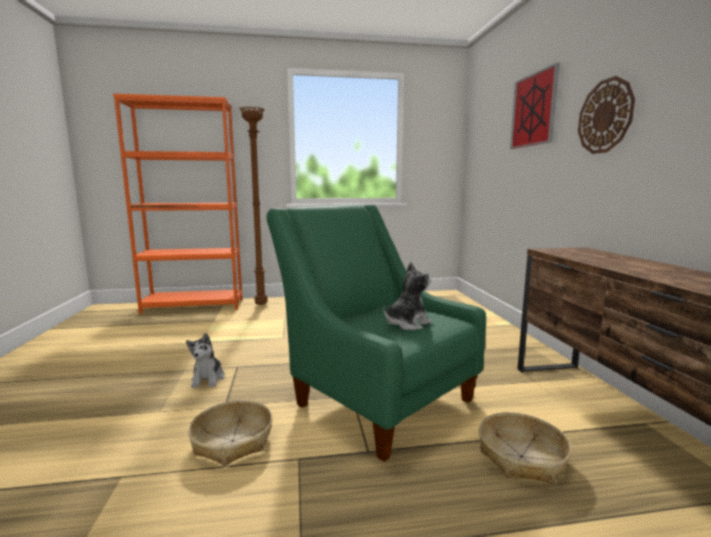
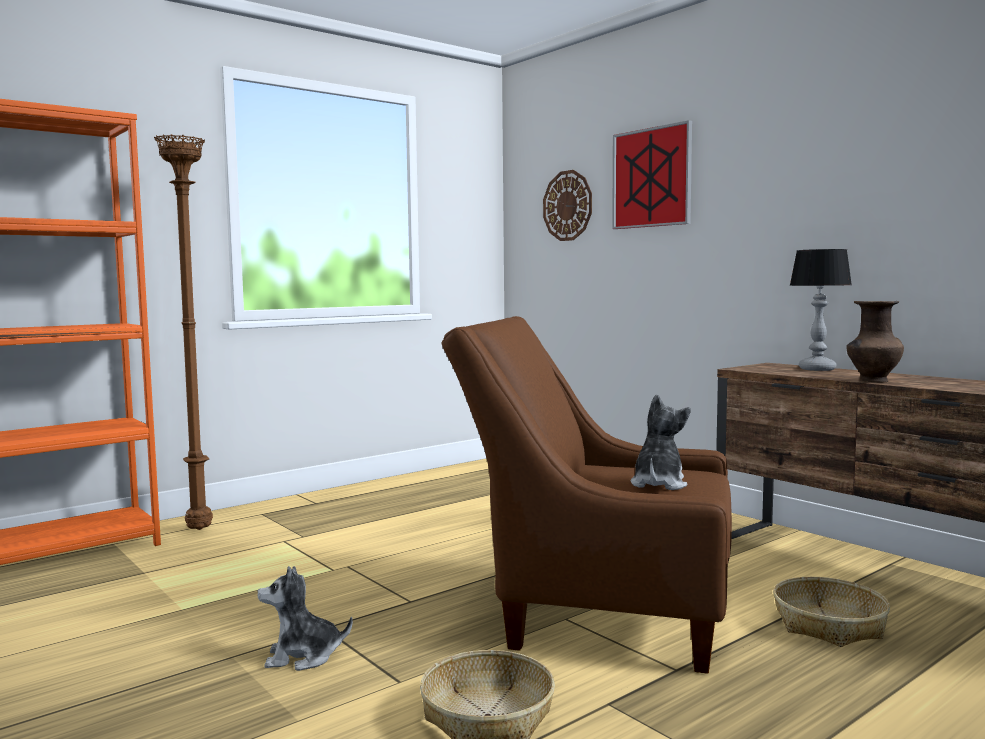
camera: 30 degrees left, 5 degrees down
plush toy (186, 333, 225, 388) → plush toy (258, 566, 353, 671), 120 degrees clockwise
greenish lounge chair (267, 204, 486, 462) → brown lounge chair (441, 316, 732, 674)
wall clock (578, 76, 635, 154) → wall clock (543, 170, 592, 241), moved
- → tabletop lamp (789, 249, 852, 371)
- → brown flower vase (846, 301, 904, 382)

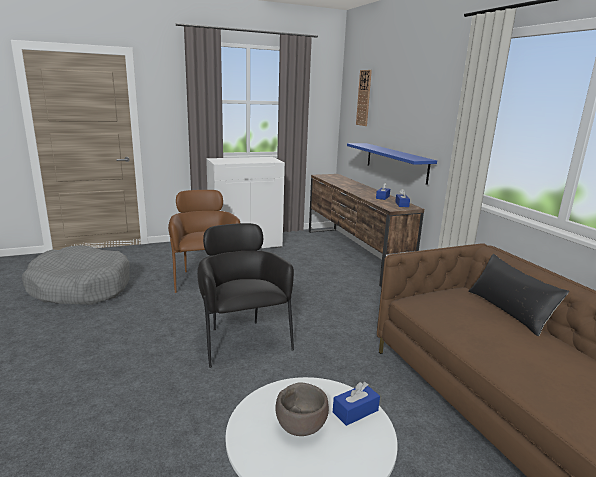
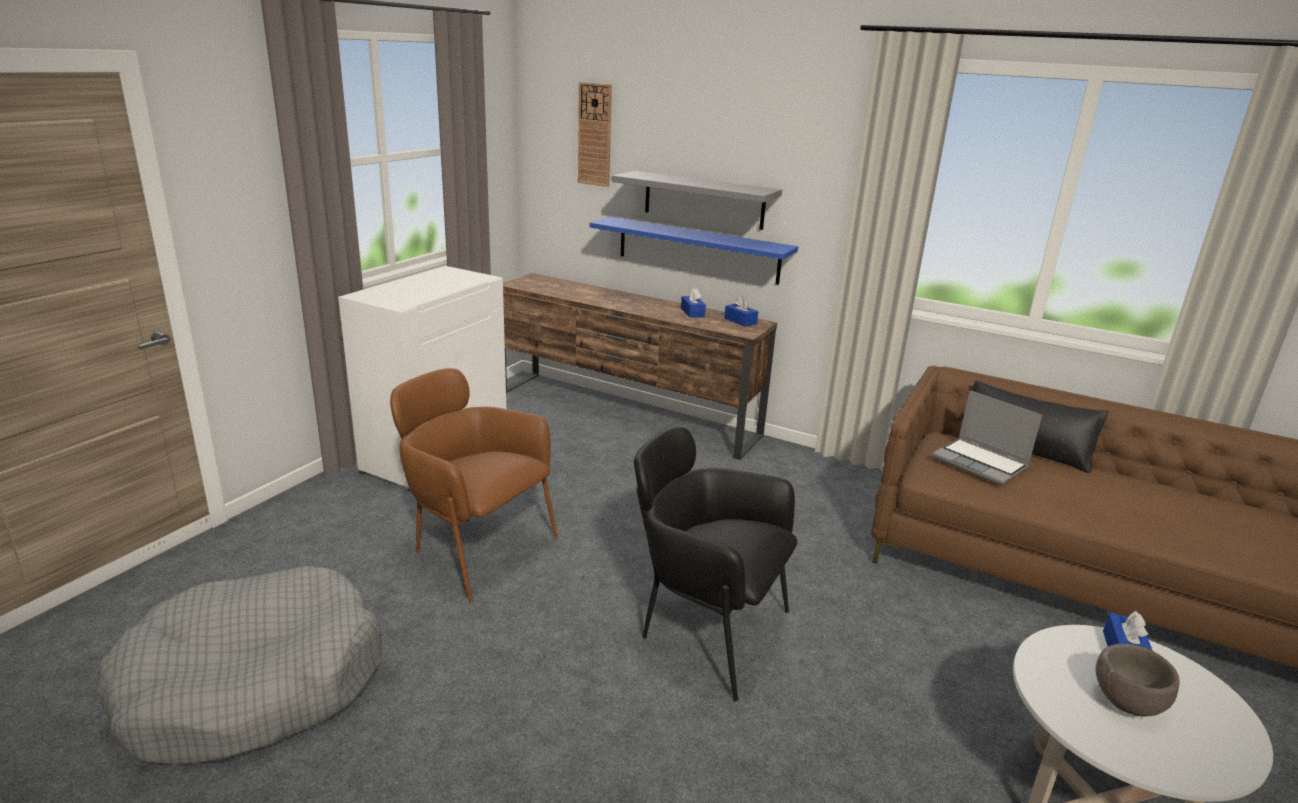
camera: 40 degrees left, 5 degrees up
- → gray bracket shelf (612, 171, 782, 230)
- → laptop (932, 390, 1042, 485)

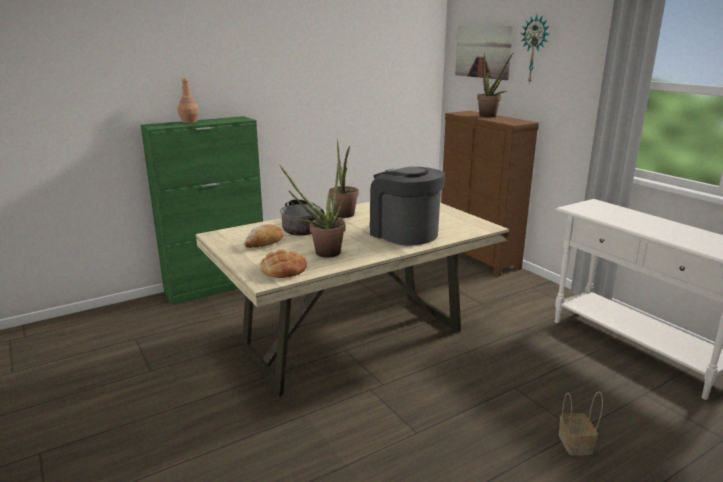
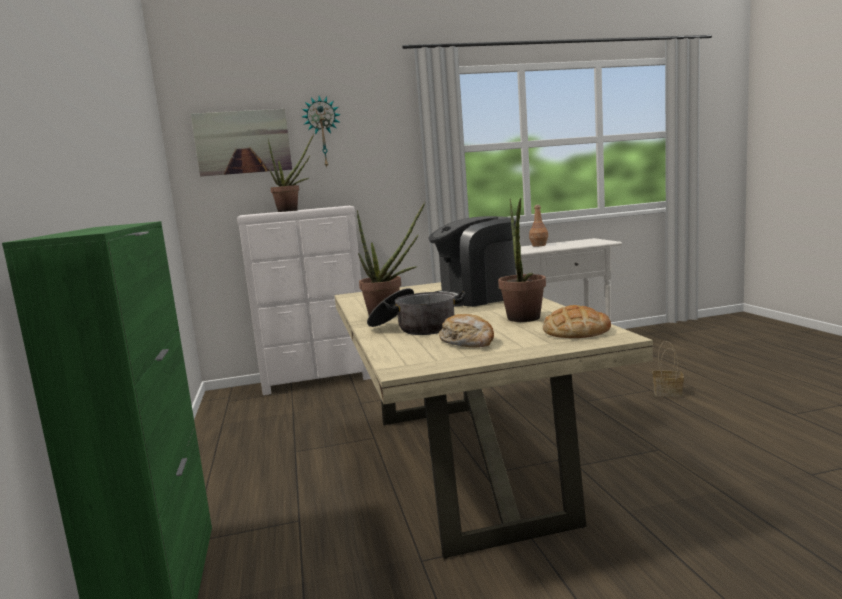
camera: 70 degrees left, 10 degrees down
brown drink bottle (178, 78, 199, 123) → brown drink bottle (529, 205, 548, 247), moved
brown dresser (441, 111, 539, 277) → whitish dresser (237, 206, 371, 395)

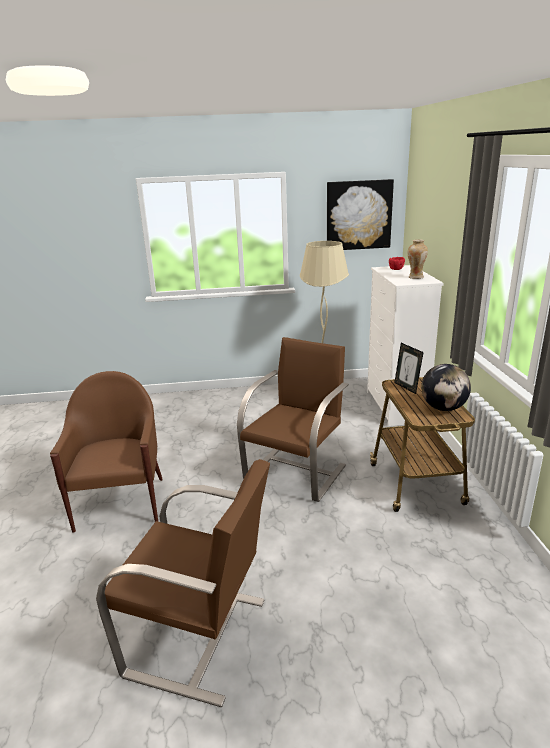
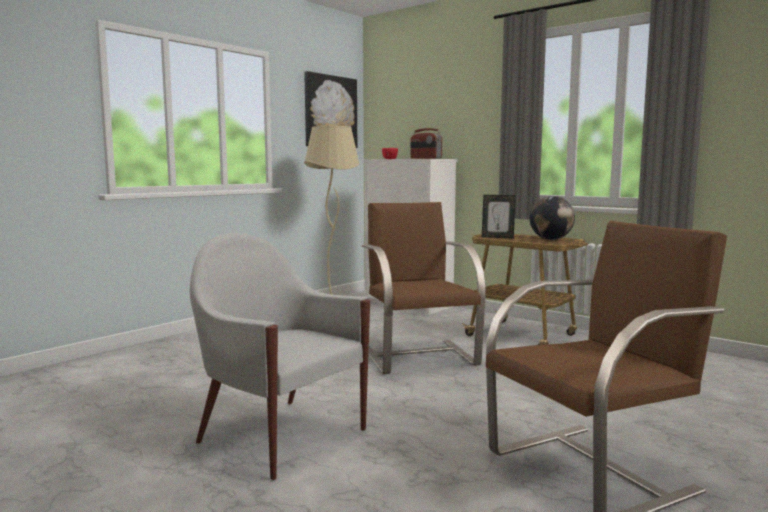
camera: 45 degrees left, 15 degrees down
brown lounge chair (50, 371, 163, 533) → whitish lounge chair (190, 233, 370, 480)
flower vase (408, 239, 428, 279) → radio receiver (410, 128, 442, 159)

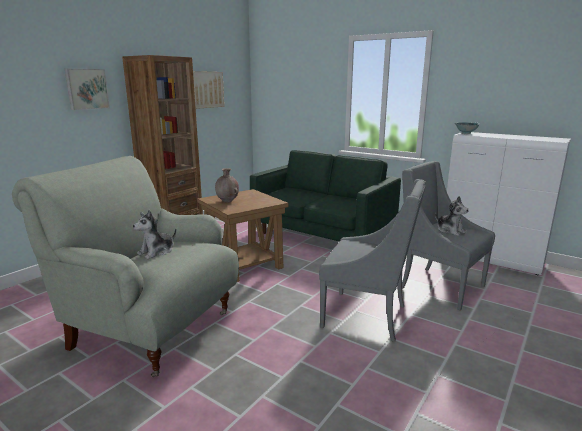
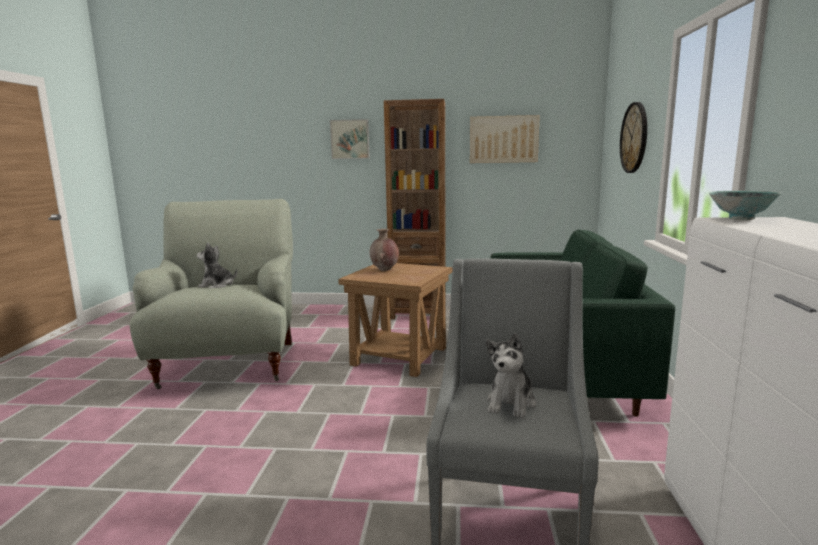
camera: 60 degrees right, 5 degrees down
gray lounge chair (319, 179, 426, 342) → -
- → wall clock (620, 102, 647, 173)

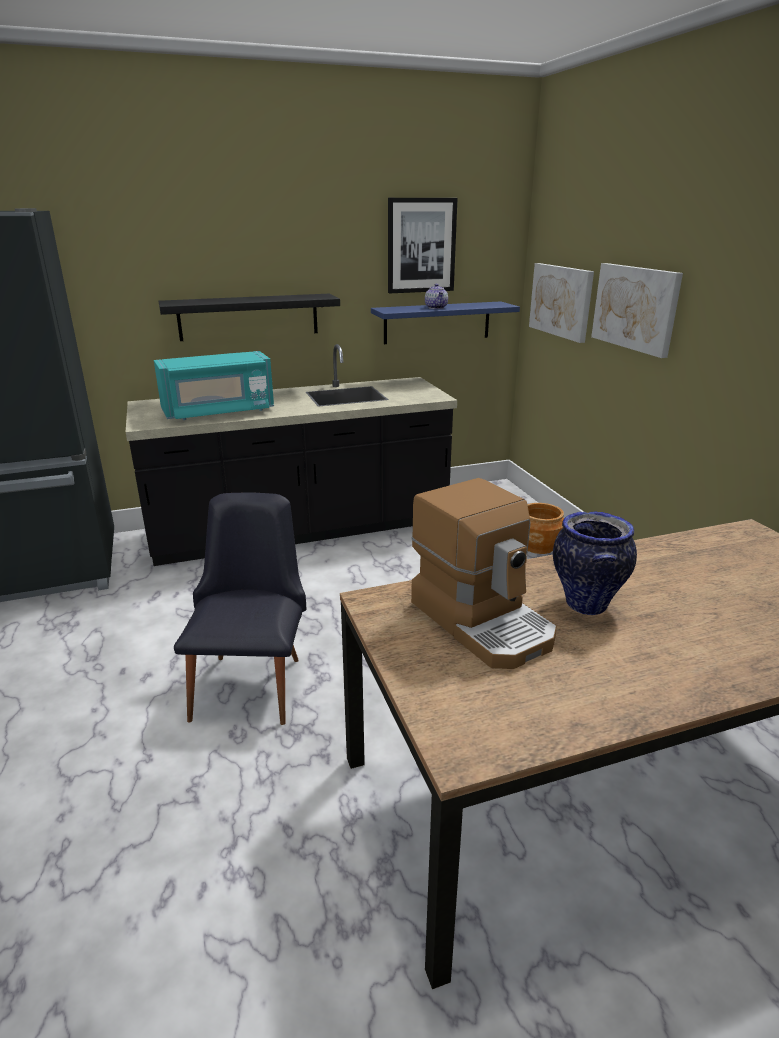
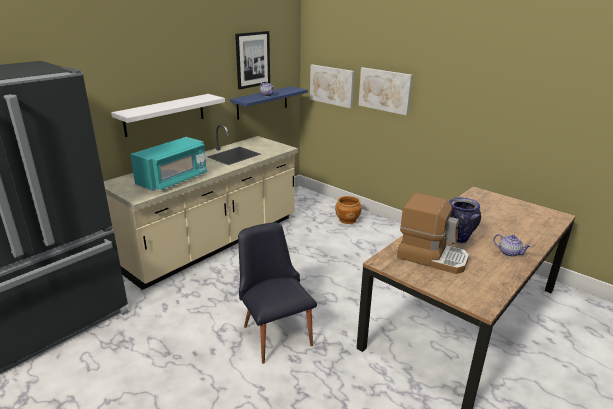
camera: 30 degrees left, 0 degrees up
black-coloured kitchen counter (126, 344, 457, 566) → beige kitchen counter (104, 125, 298, 290)
black-coloured bracket shelf (159, 294, 340, 341) → whitish bracket shelf (111, 94, 225, 137)
- → pot for tea (493, 234, 531, 257)

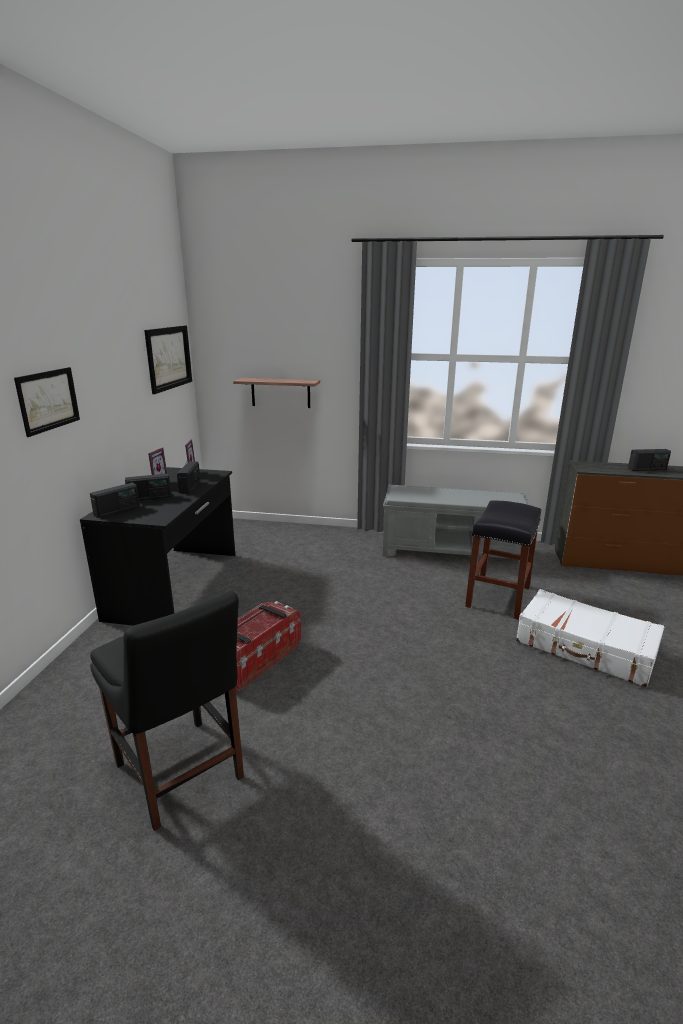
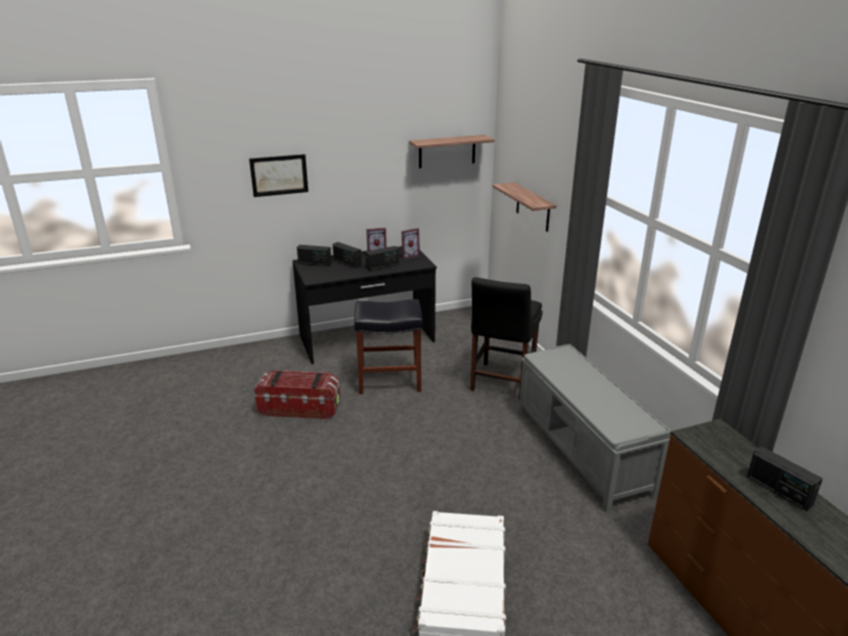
camera: 60 degrees right, 5 degrees up
black-coloured upright chair (90, 591, 244, 831) → black-coloured upright chair (470, 277, 542, 400), moved
wall art (144, 325, 192, 394) → bracket shelf (409, 135, 495, 168)
black-coloured stool (465, 501, 541, 620) → black-coloured stool (354, 299, 422, 394), moved

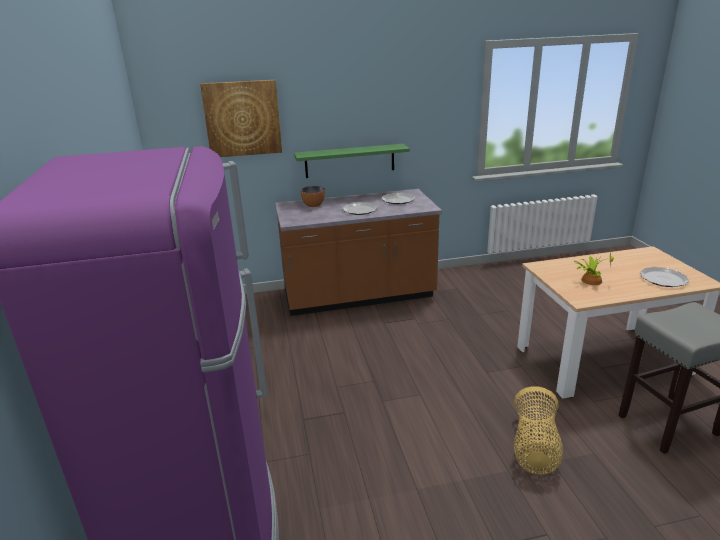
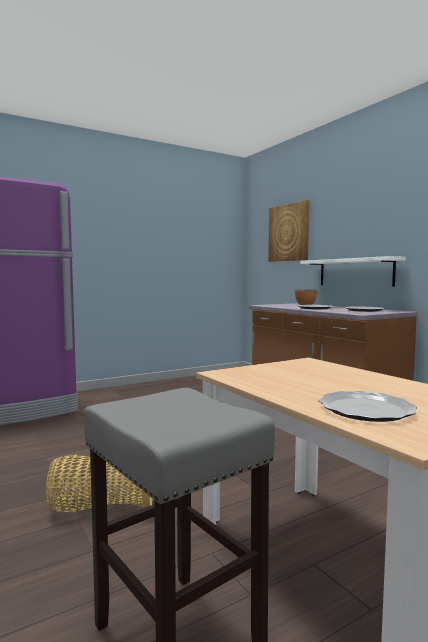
camera: 70 degrees right, 20 degrees down
greenish bracket shelf (294, 144, 410, 178) → whitish bracket shelf (300, 256, 406, 286)
potted plant (574, 250, 614, 285) → -

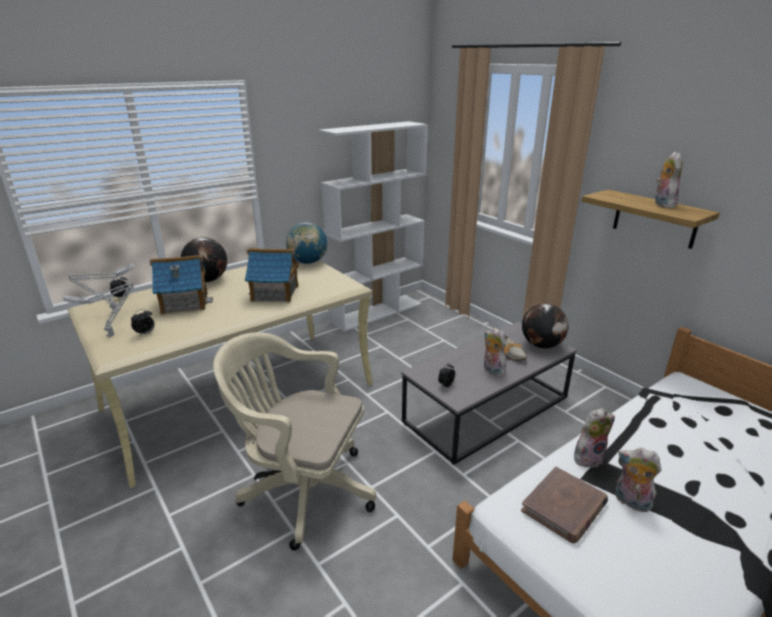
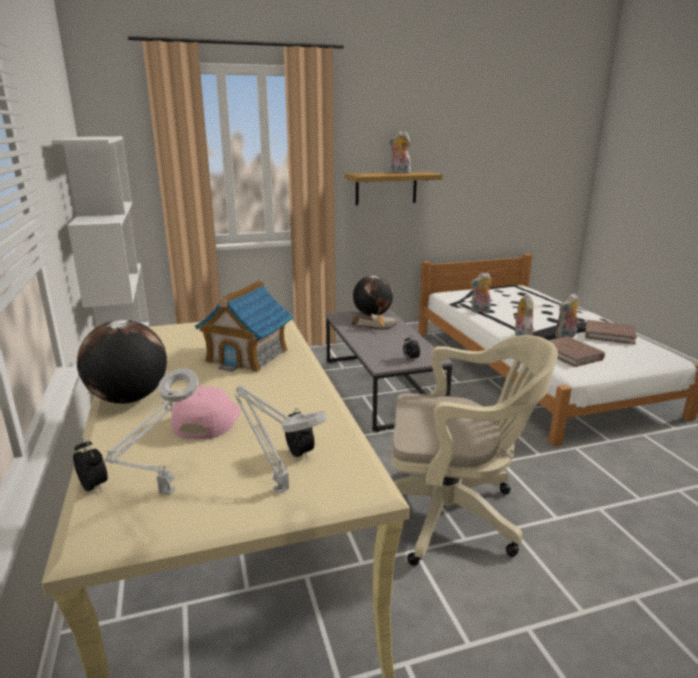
camera: 70 degrees left, 5 degrees down
miniature house (150, 255, 213, 315) → pink cap (171, 386, 240, 439)
beige desk chair (213, 332, 376, 551) → beige desk chair (391, 335, 558, 566), 120 degrees counterclockwise
desk globe (286, 222, 327, 264) → -
plush toy (484, 328, 506, 377) → plush toy (471, 272, 491, 313), moved
- → brown book (585, 320, 637, 344)

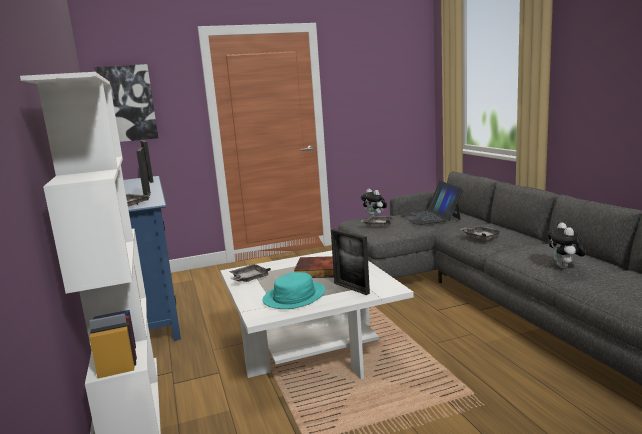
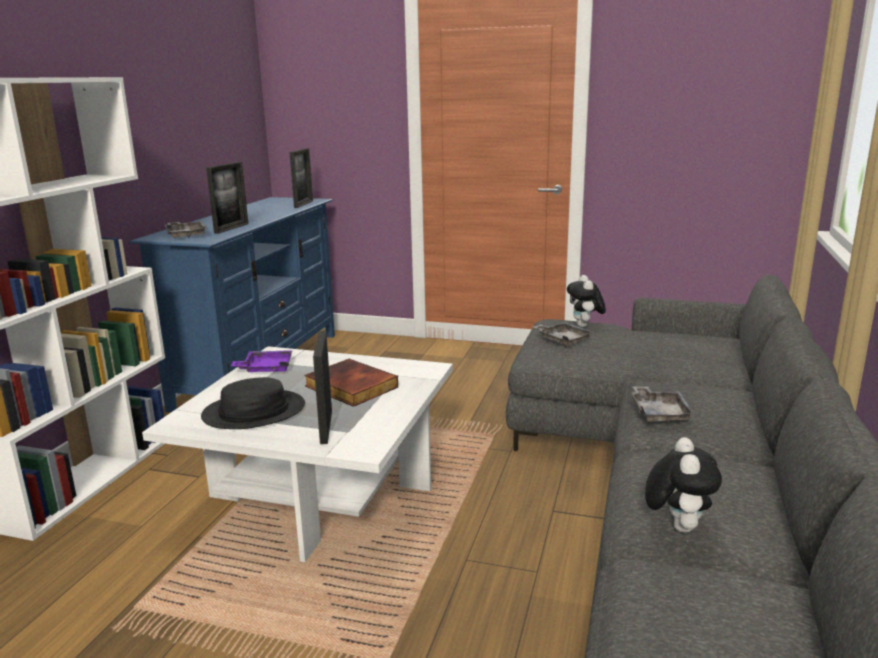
camera: 35 degrees right, 5 degrees up
wall art (95, 64, 158, 142) → -
gray tray (229, 264, 271, 282) → purple-coloured tray (231, 350, 292, 372)
turquoise hat (262, 272, 325, 309) → black-coloured hat (201, 377, 305, 429)
laptop (398, 181, 463, 225) → -
plush toy (547, 223, 586, 268) → plush toy (645, 437, 722, 533), 150 degrees clockwise

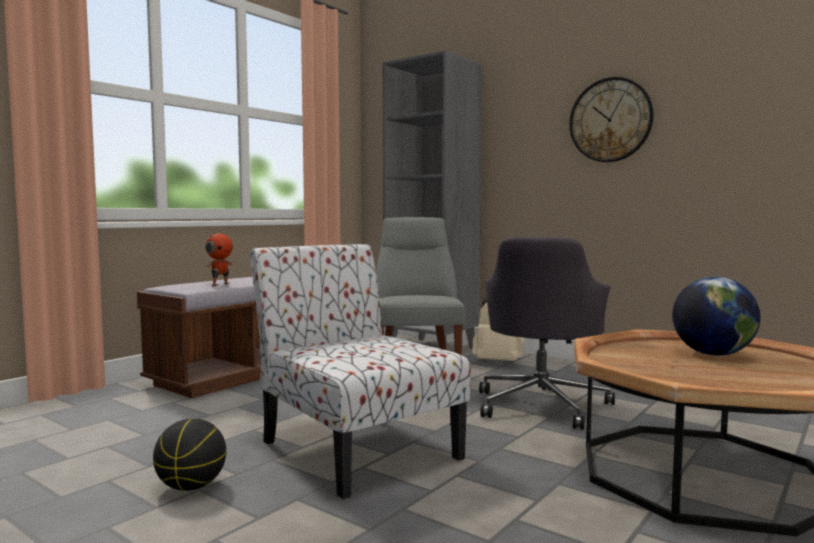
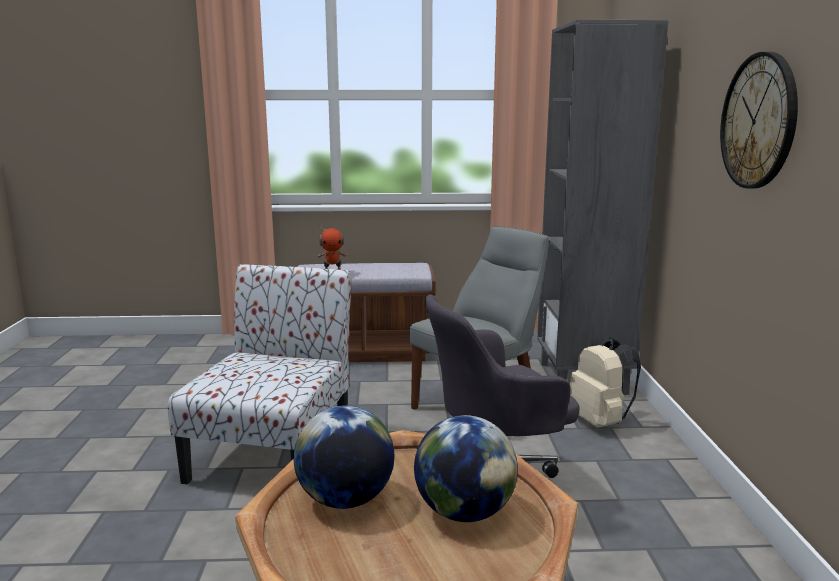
camera: 50 degrees right, 10 degrees up
basketball ball (153, 418, 226, 491) → -
- → desk globe (293, 405, 394, 509)

